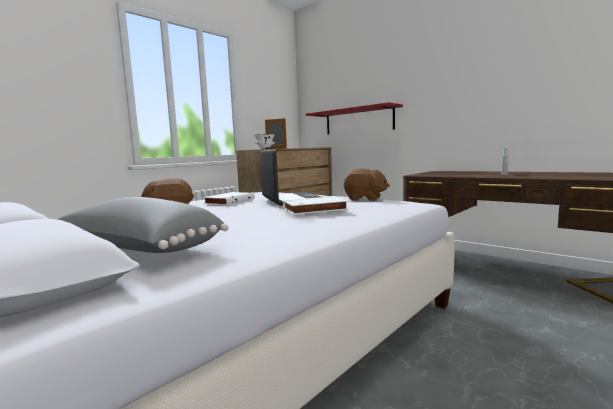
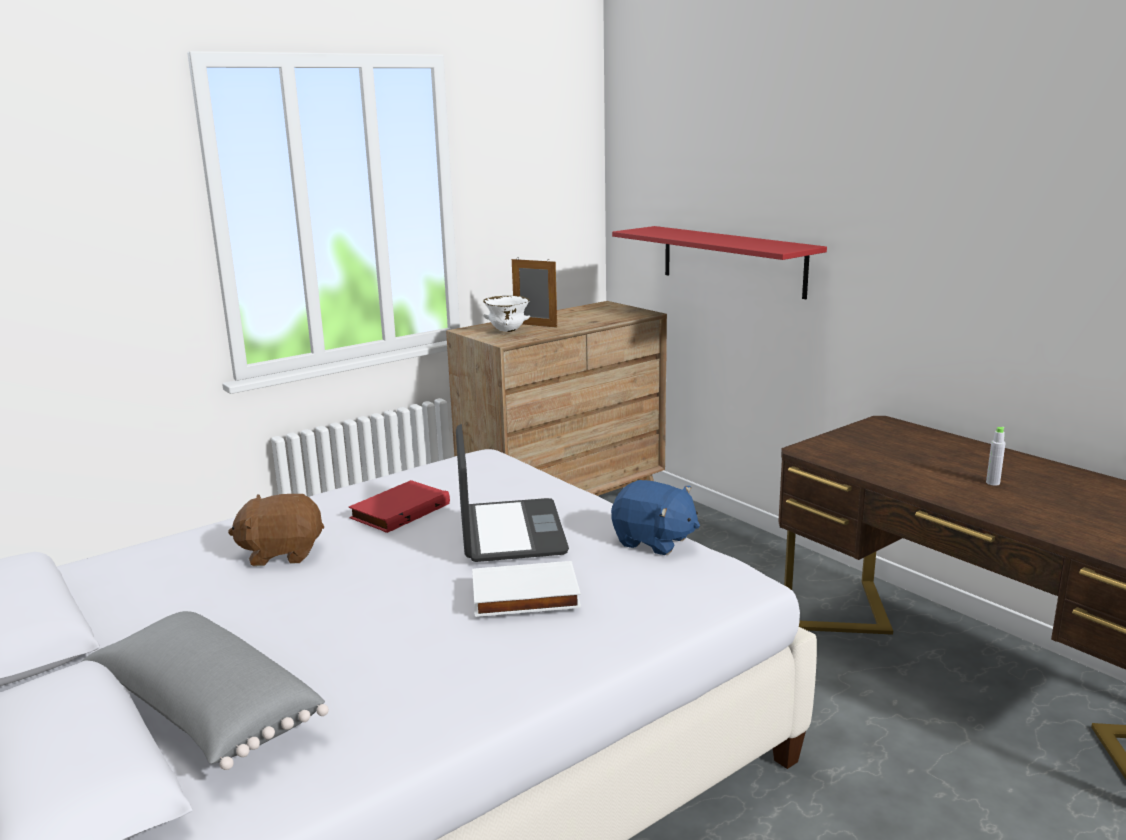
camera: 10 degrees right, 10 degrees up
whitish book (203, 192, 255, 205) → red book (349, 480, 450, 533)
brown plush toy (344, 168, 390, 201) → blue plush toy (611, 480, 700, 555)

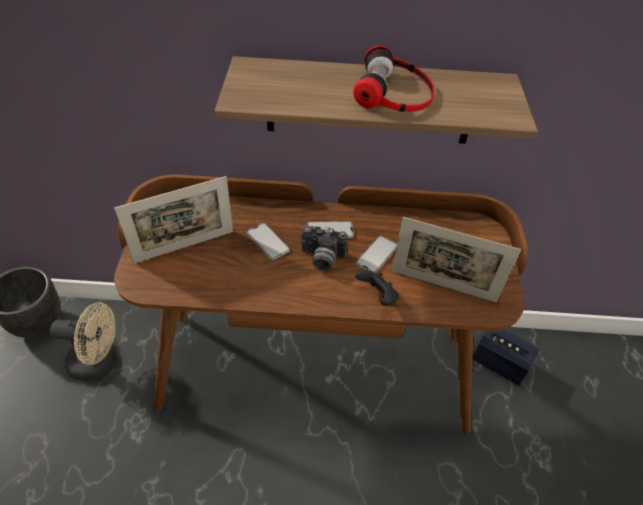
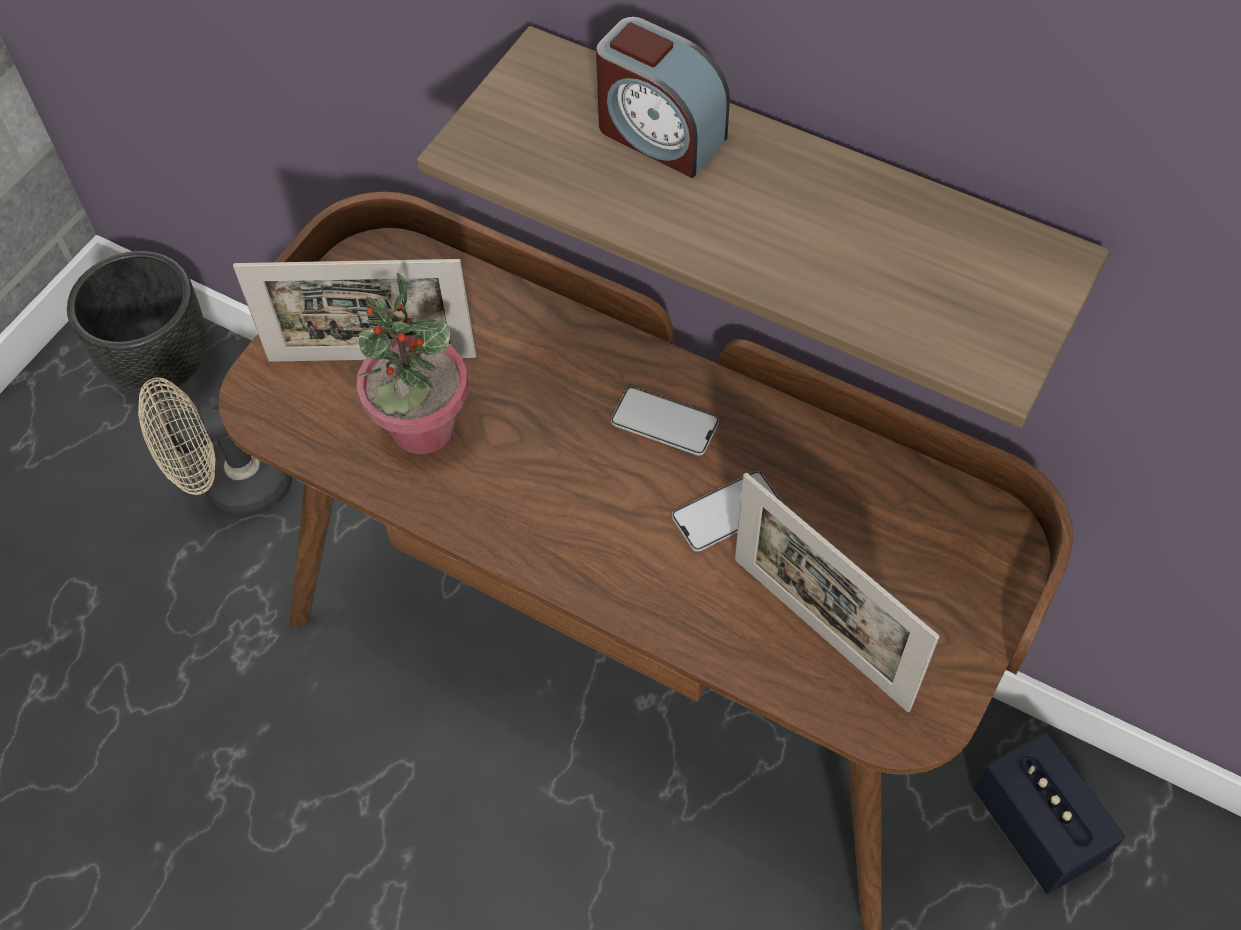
camera: 30 degrees right, 10 degrees up
beige fan (50, 302, 115, 381) → beige fan (138, 377, 292, 518), 120 degrees clockwise
telephone (247, 223, 290, 260) → -
photo camera (301, 226, 348, 271) → -
headset (353, 46, 435, 112) → -
black-coloured gamepad (355, 269, 399, 306) → -
- → potted plant (356, 273, 468, 454)
- → alarm clock (596, 17, 730, 178)

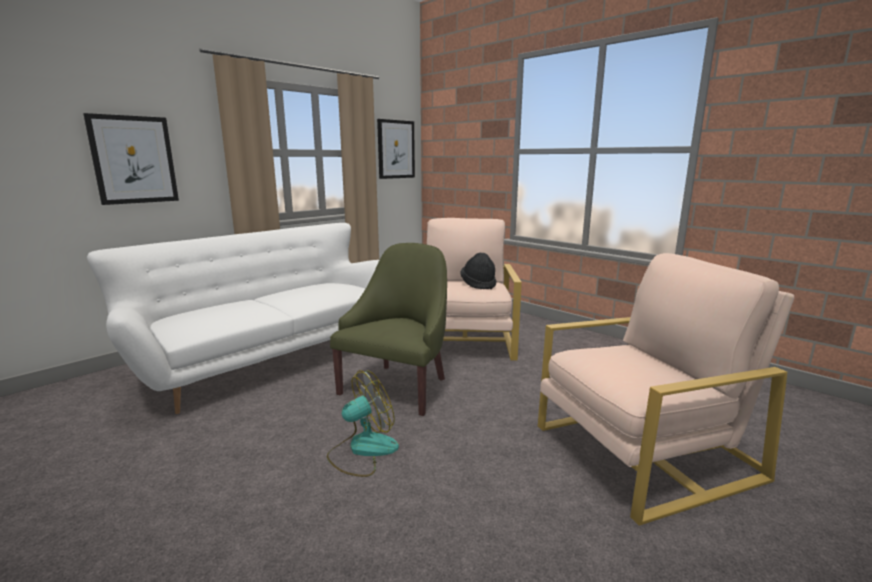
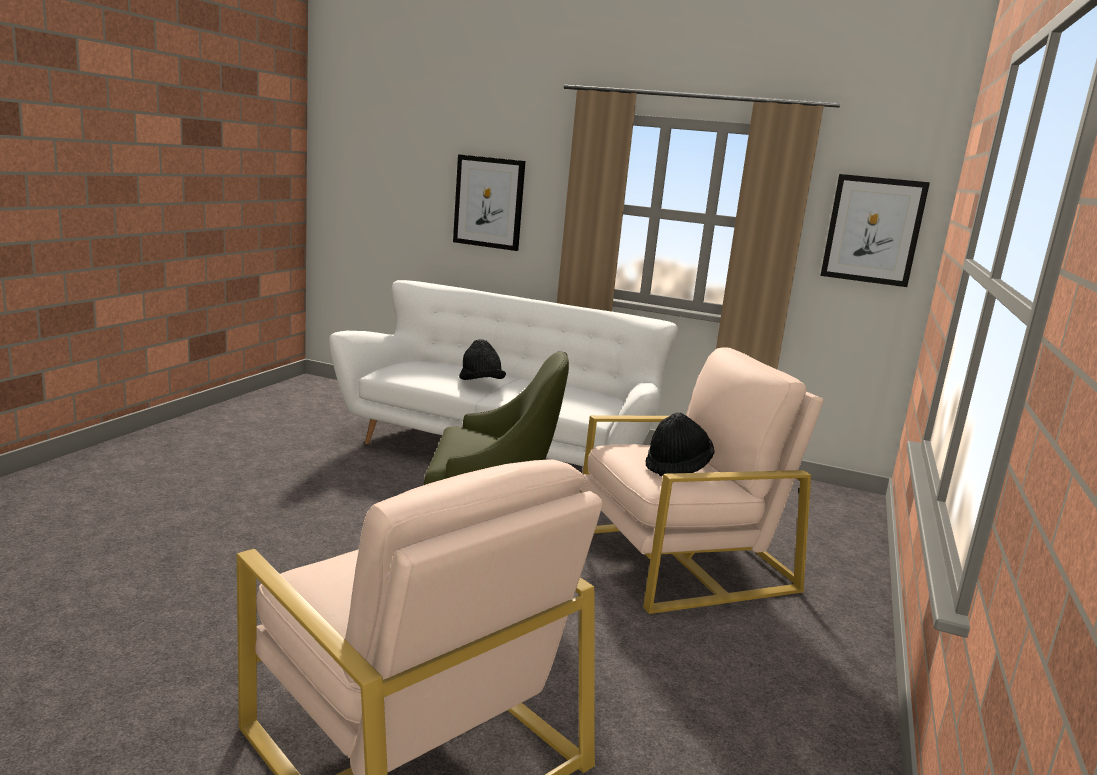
camera: 65 degrees right, 0 degrees up
fan (327, 370, 399, 477) → -
- → black-coloured hat (459, 339, 506, 380)

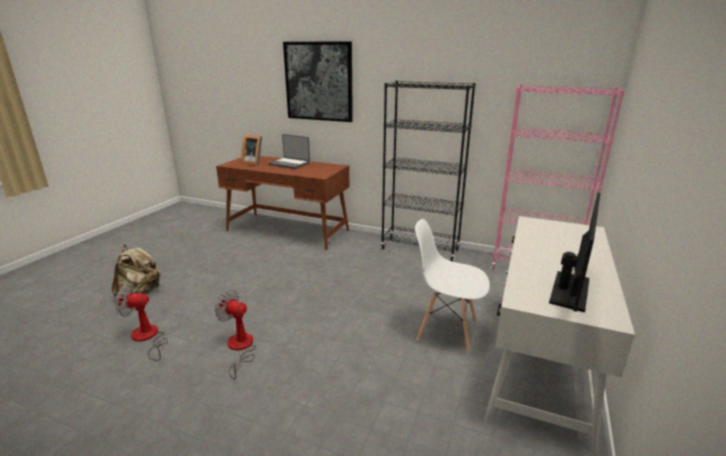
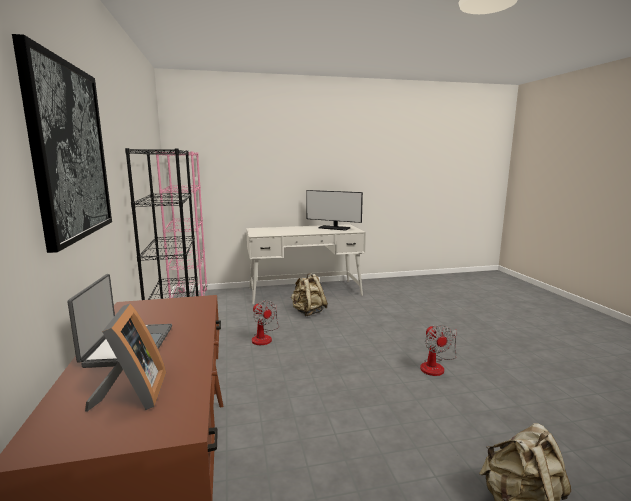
camera: 125 degrees left, 10 degrees down
fan (115, 285, 168, 361) → fan (252, 300, 279, 345), moved
whitish upright chair (415, 219, 490, 352) → beige backpack (291, 273, 328, 316)
computer display (549, 192, 601, 313) → computer display (306, 190, 363, 231), 150 degrees counterclockwise

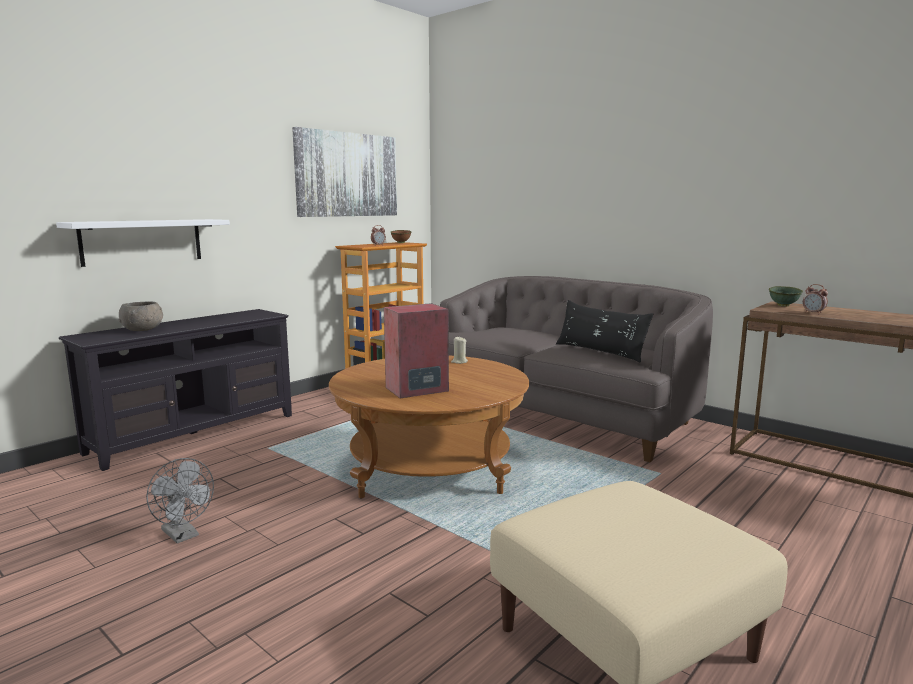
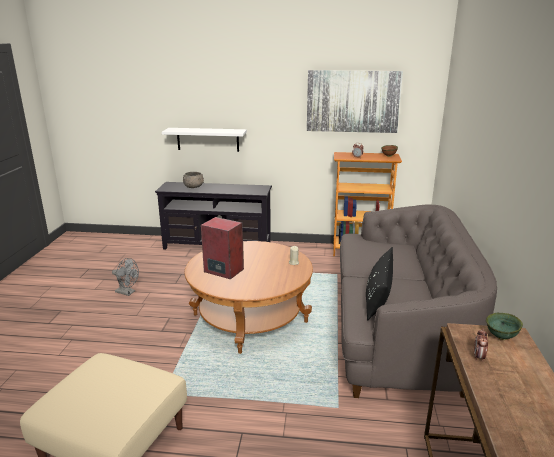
camera: 55 degrees right, 10 degrees up
gray fan (146, 458, 214, 544) → gray fan (112, 258, 139, 296), 75 degrees counterclockwise

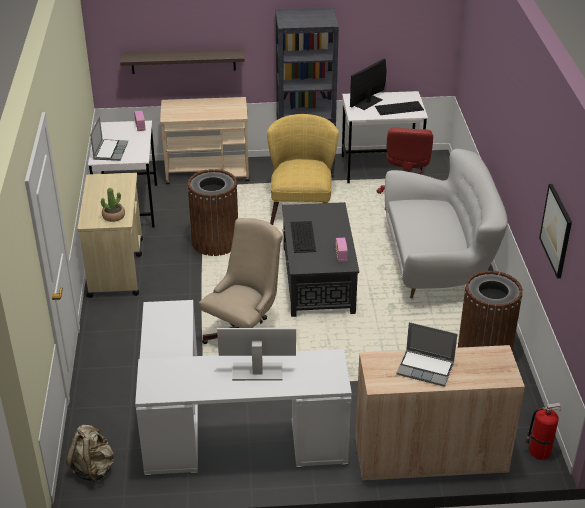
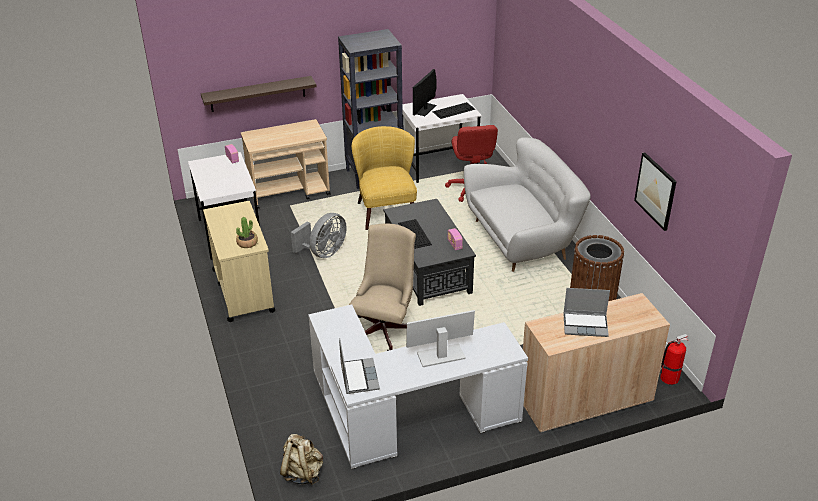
camera: 15 degrees left, 0 degrees up
laptop (90, 116, 128, 161) → laptop (339, 338, 380, 394), moved
brown waste bin (187, 169, 238, 256) → gray fan (291, 213, 347, 258)

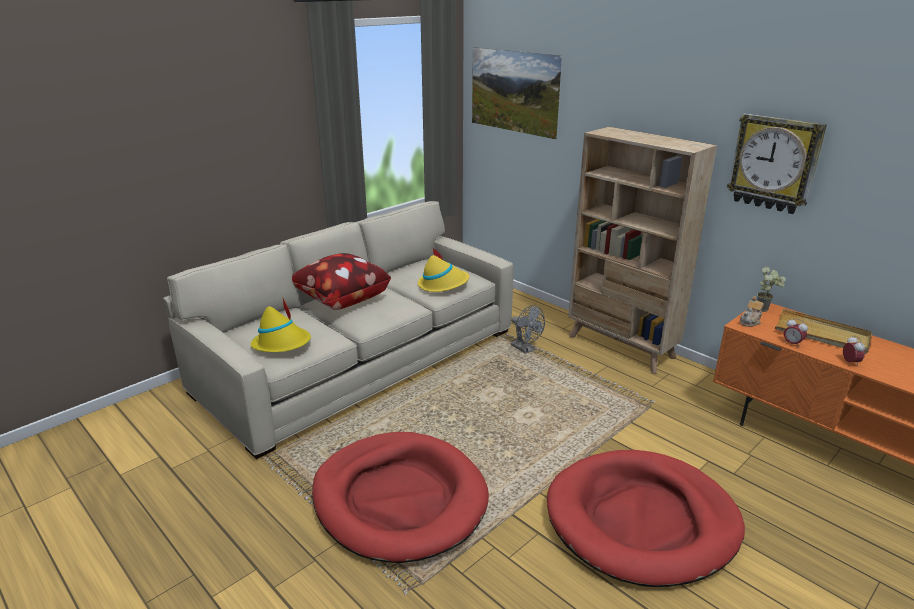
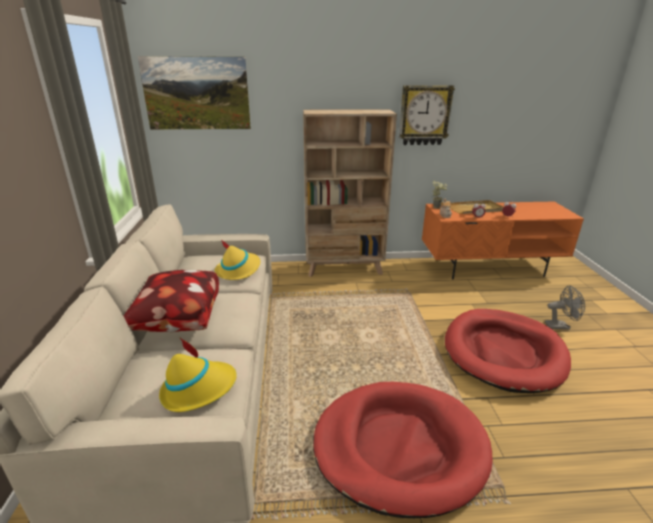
camera: 50 degrees left, 0 degrees up
gray fan (511, 305, 545, 354) → gray fan (545, 286, 585, 330), moved

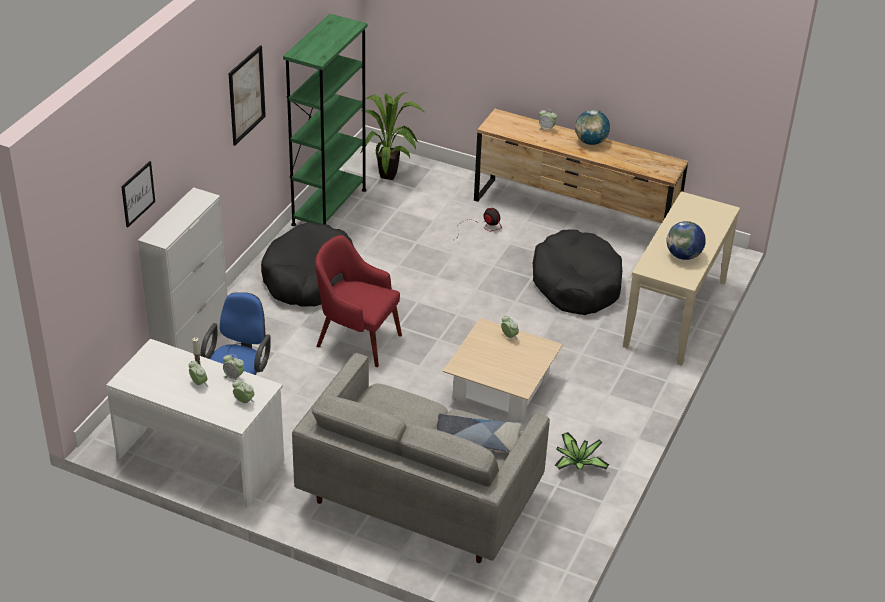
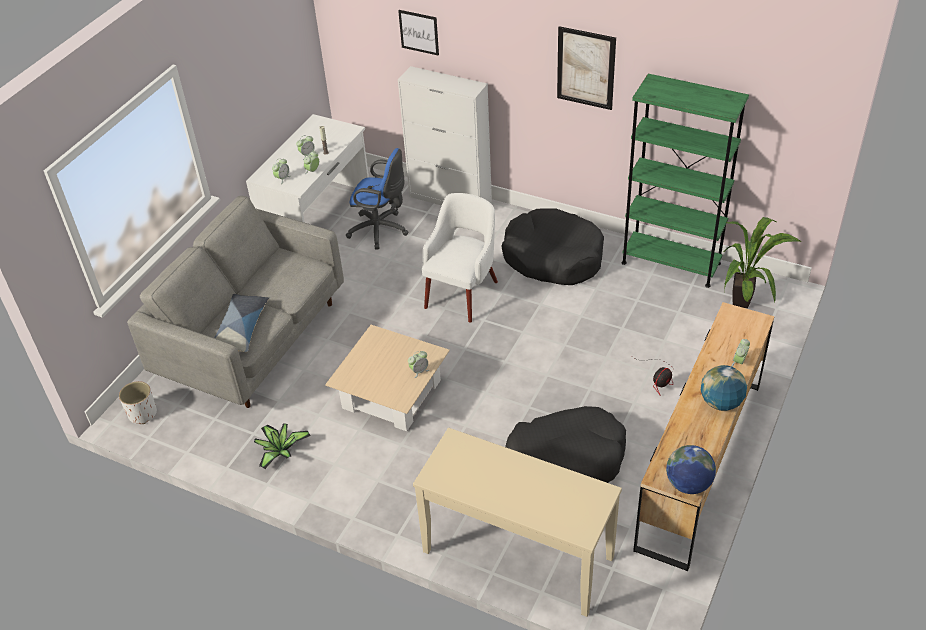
camera: 95 degrees right, 5 degrees up
red lounge chair (315, 235, 402, 367) → whitish lounge chair (422, 193, 498, 323)
desk globe (667, 221, 706, 260) → desk globe (666, 445, 716, 494), moved
- → whitish flower pot (119, 381, 157, 424)

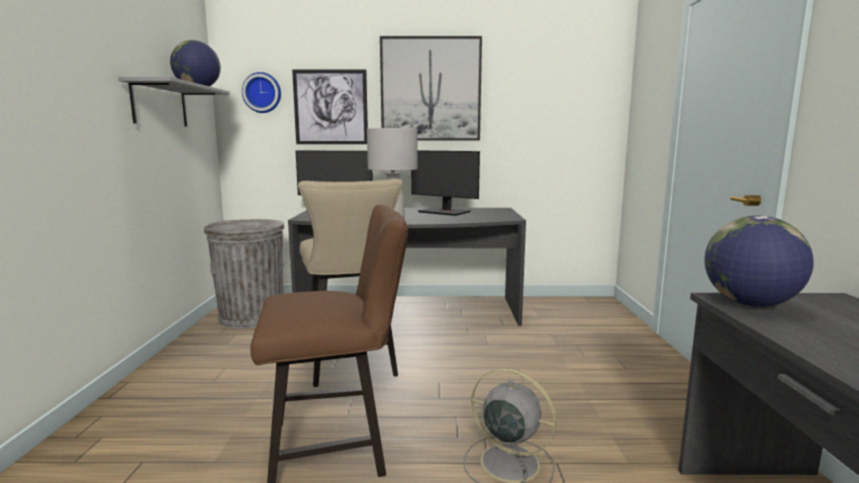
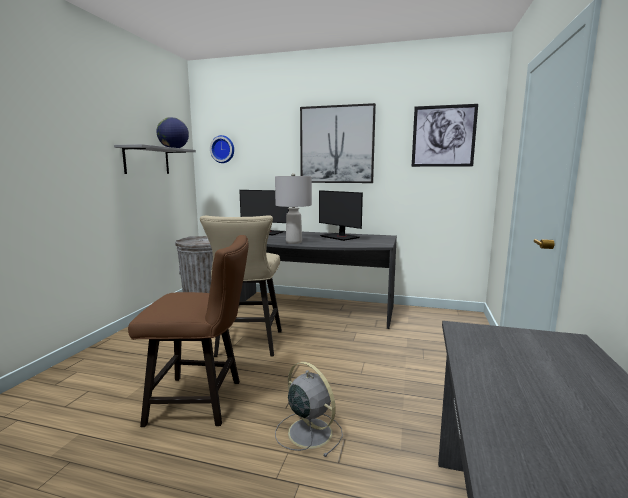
camera: 15 degrees right, 0 degrees up
wall art (292, 69, 368, 144) → wall art (412, 104, 478, 167), moved
desk globe (704, 216, 813, 307) → -

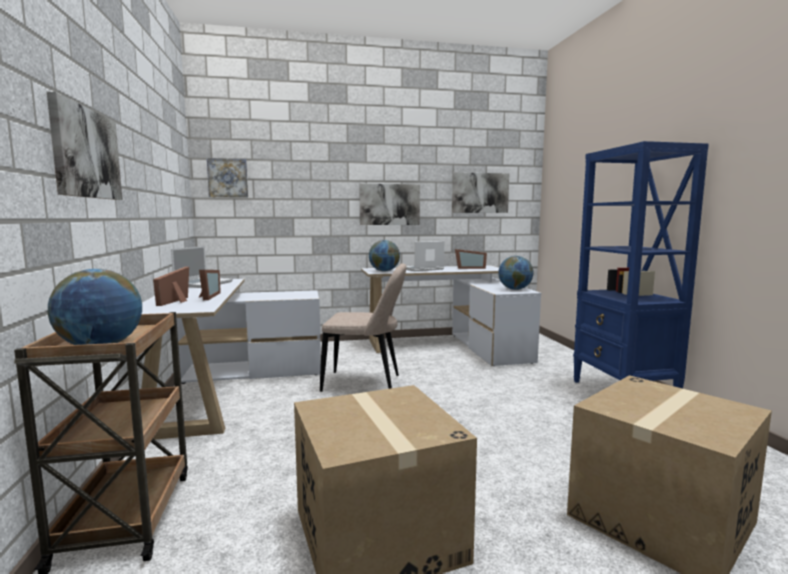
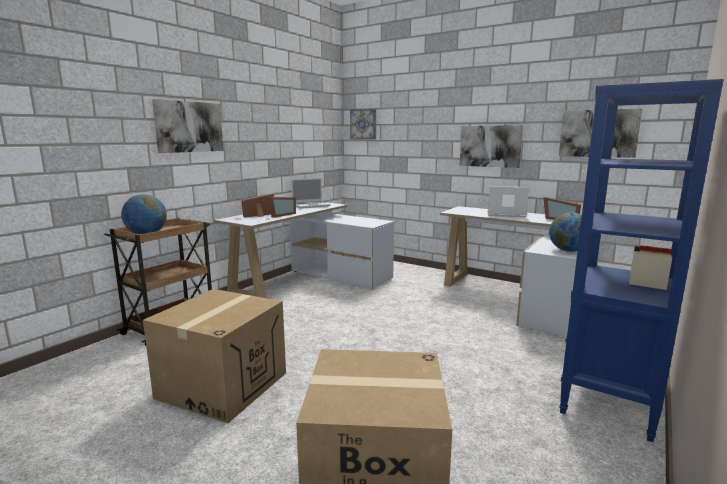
camera: 45 degrees right, 5 degrees up
beige upright chair (320, 263, 407, 392) → -
desk globe (369, 240, 400, 271) → -

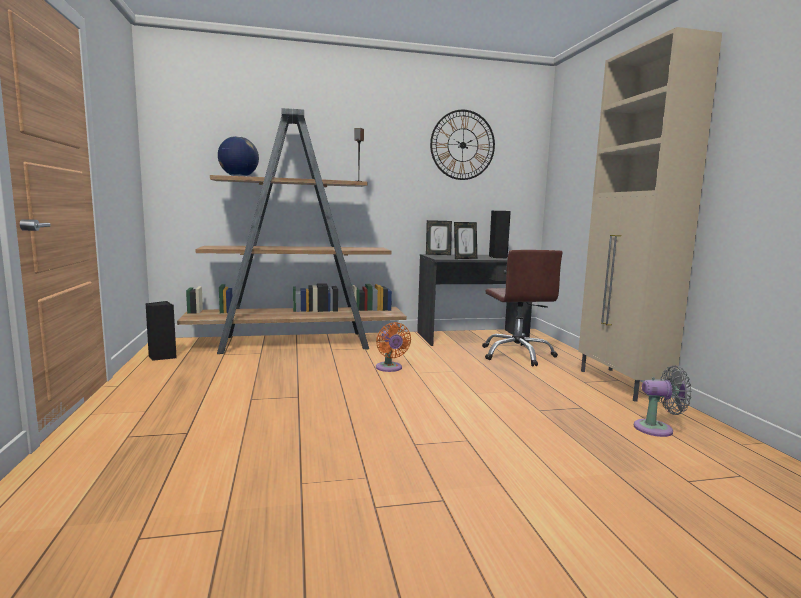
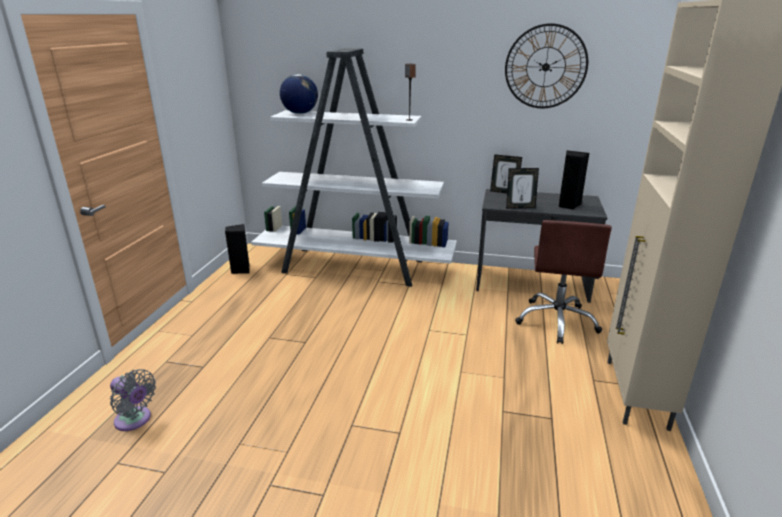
camera: 25 degrees right, 15 degrees up
brown bookcase (177, 108, 407, 354) → whitish bookcase (251, 48, 457, 287)
orange fan (376, 322, 411, 372) → -
gray fan (634, 365, 692, 437) → gray fan (110, 369, 156, 431), moved

